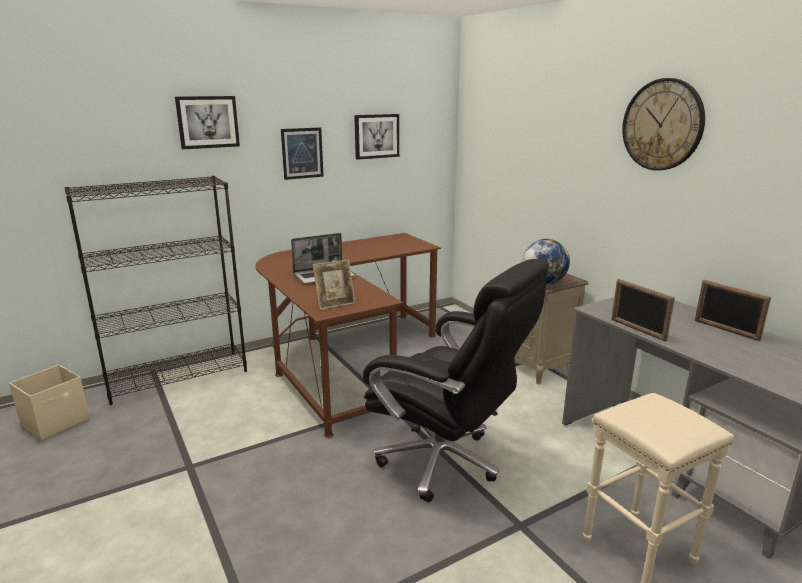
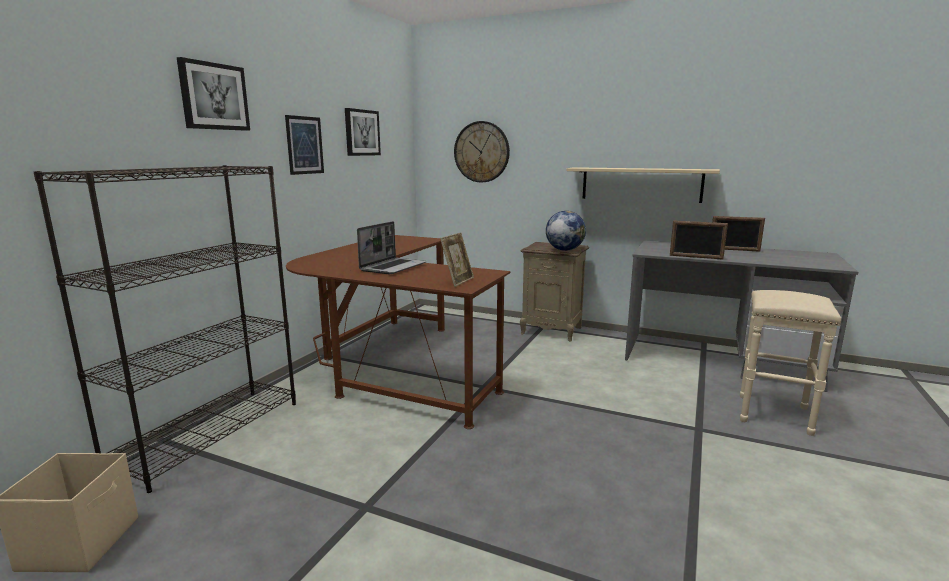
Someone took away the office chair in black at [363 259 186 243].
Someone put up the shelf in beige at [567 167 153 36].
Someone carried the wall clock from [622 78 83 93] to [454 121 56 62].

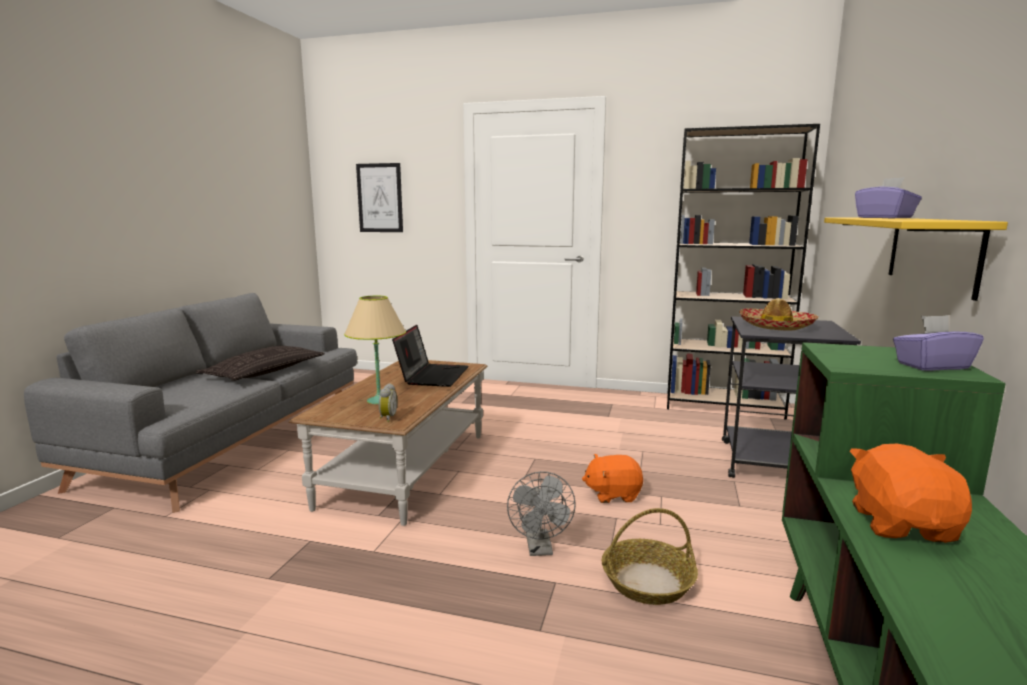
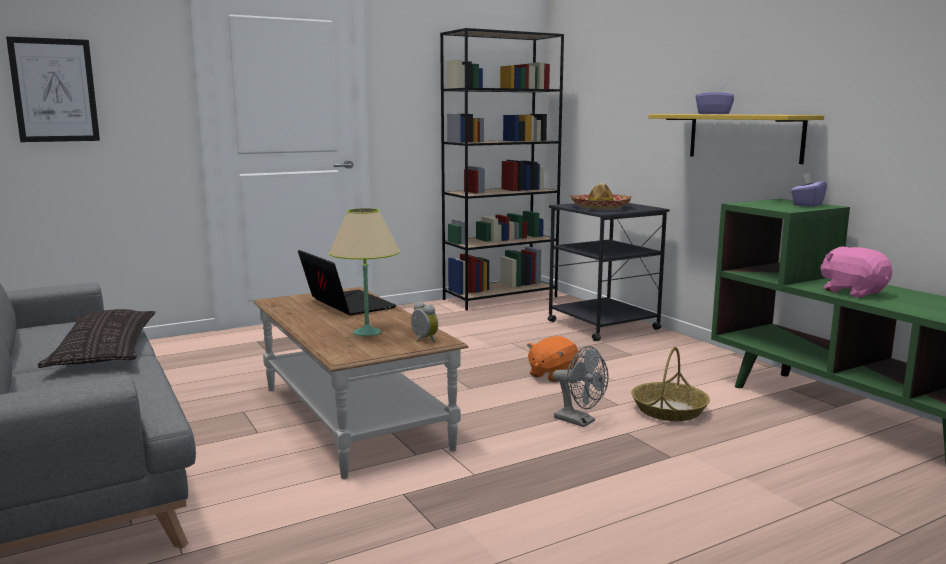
Someone repainted the plush toy in orange at [850 444 122 99], which became the plush toy in pink at [820 247 72 51].

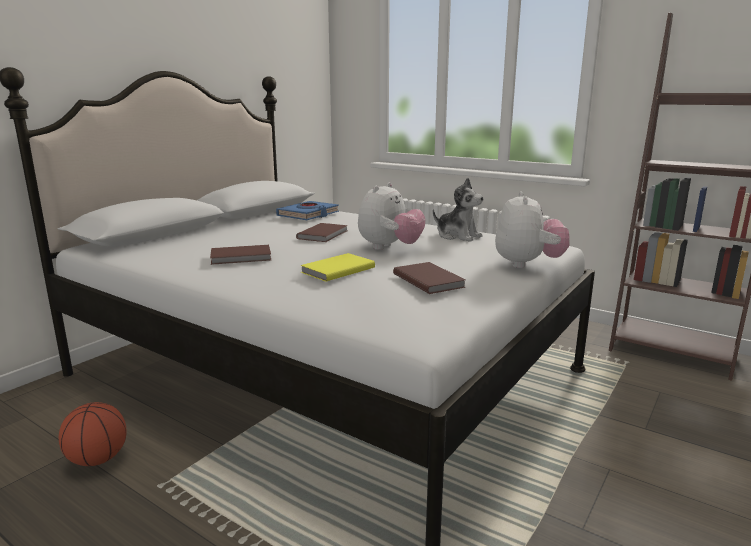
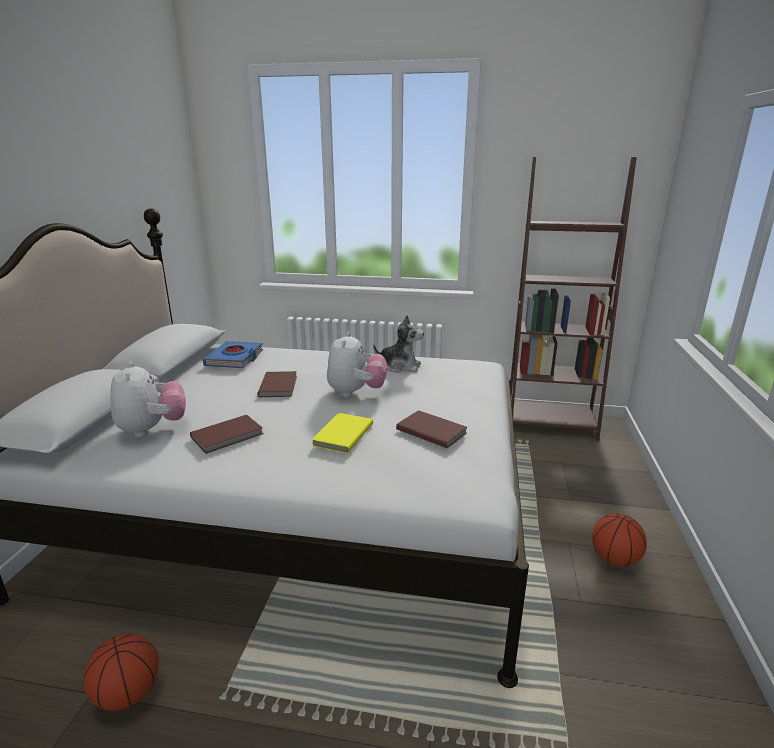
Someone put down the basketball at [592 513 55 54].
Someone carried the plush toy from [495 191 75 77] to [110 361 76 77].

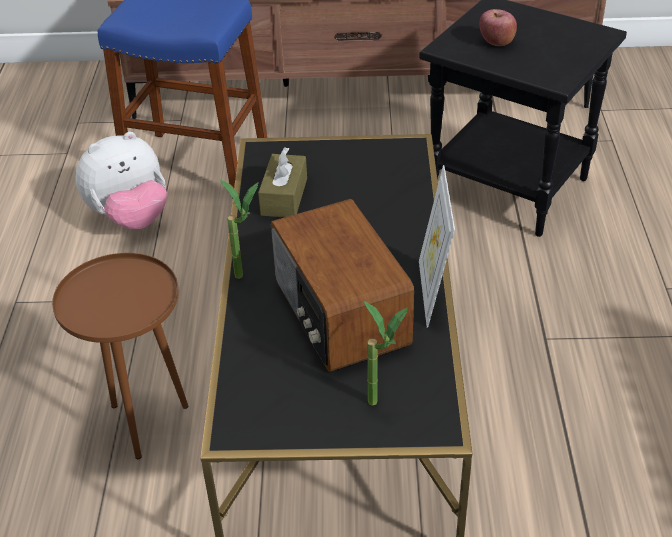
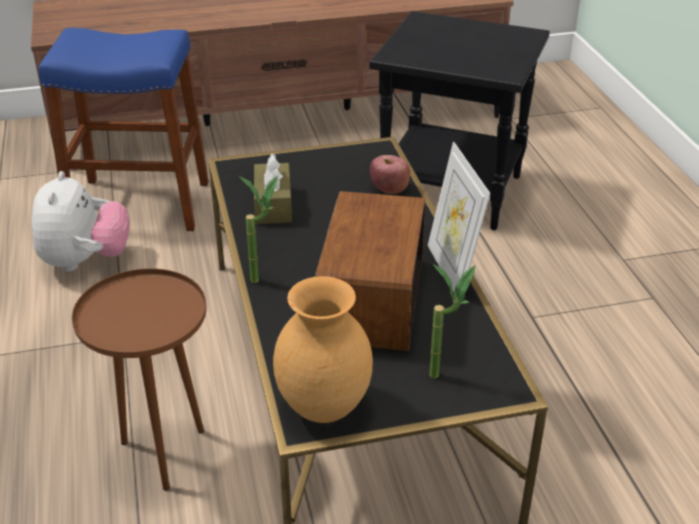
Someone put down the vase in brown at [273 276 100 147].
Someone carried the apple from [479 9 38 37] to [370 155 40 39].
Someone rotated the plush toy at [75 132 92 97] by 45 degrees counterclockwise.
Someone rotated the radio at [271 199 143 173] by 45 degrees clockwise.

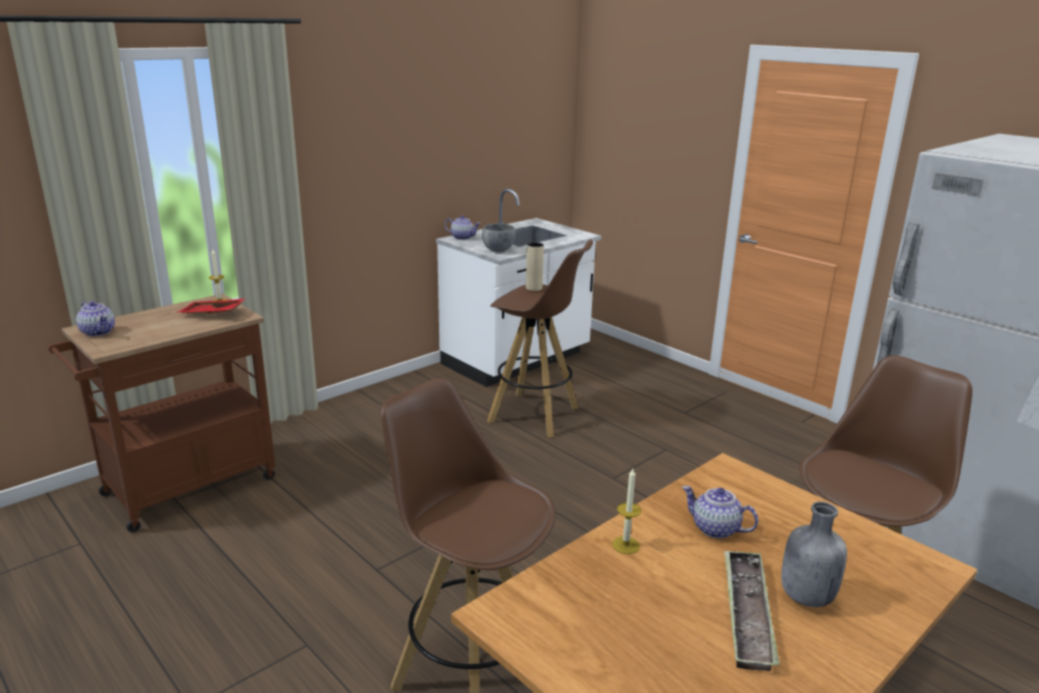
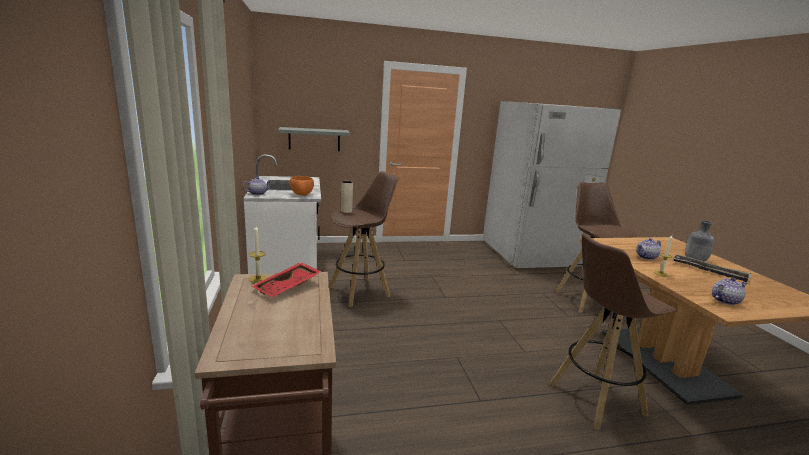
Someone put up the shelf in grey at [278 127 72 24].
Someone carried the teapot from [76 301 39 36] to [712 278 36 27].
Someone repainted the bowl in grey at [482 223 34 29], which became the bowl in orange at [290 176 24 20].

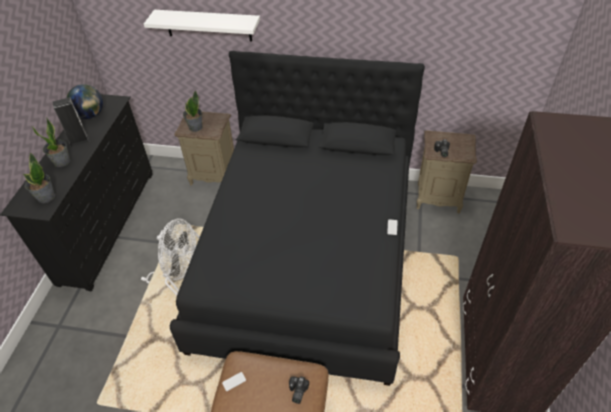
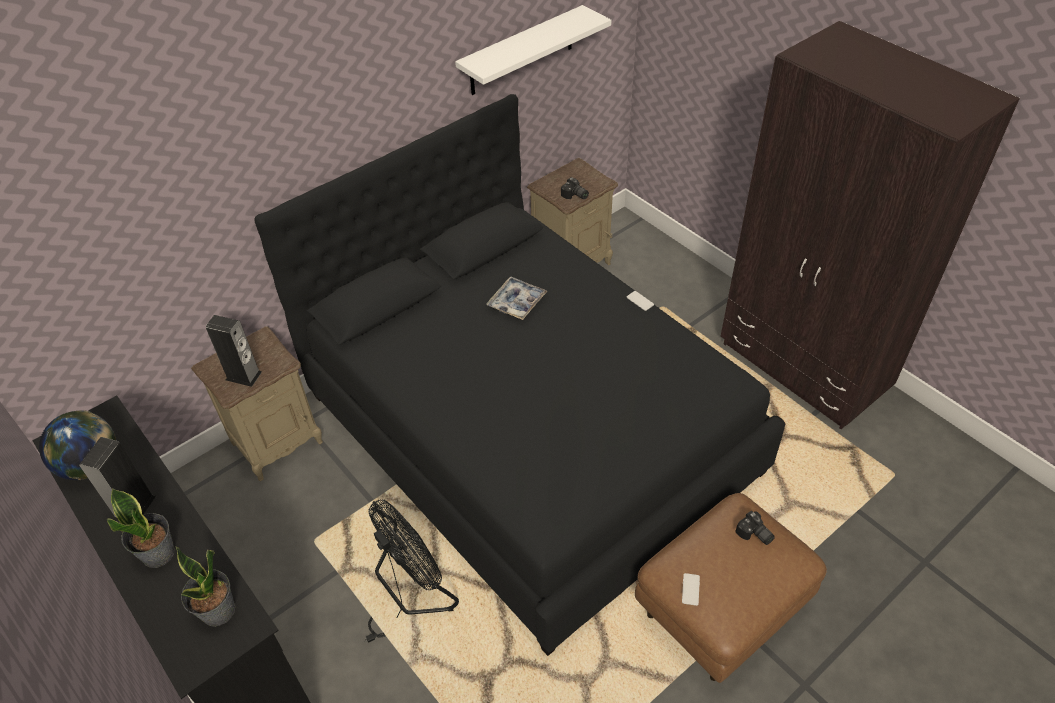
Someone put down the tray at [487 277 61 43].
Someone carried the shelf in white from [144 10 116 32] to [455 5 156 90].
Someone swapped the potted plant at [183 90 20 42] for the speaker at [206 315 56 72].
Someone repainted the fan in white at [141 218 59 78], which became the fan in black at [364 499 95 144].

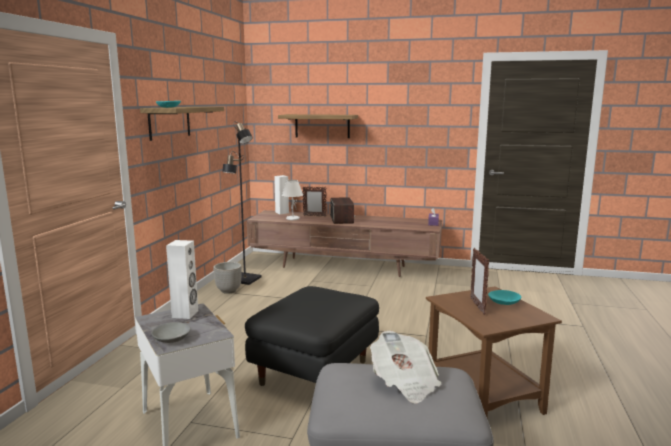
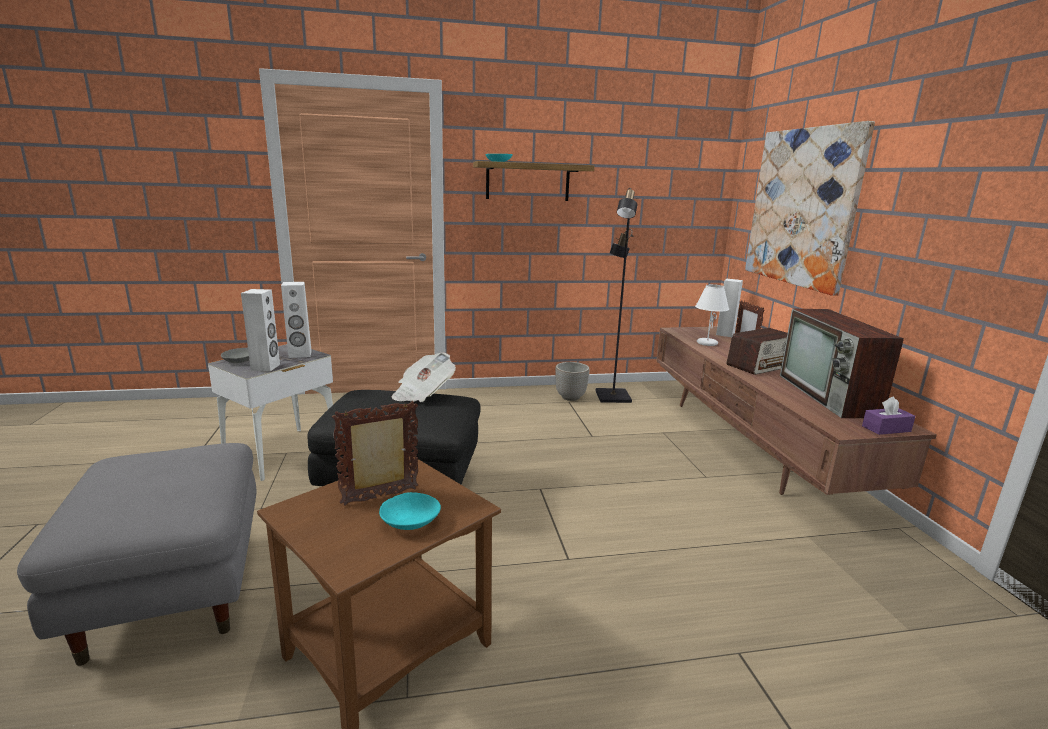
Someone put down the speaker in white at [241 289 39 82].
Someone put down the television at [780 309 124 109].
Someone carried the newspaper from [370 331 71 73] to [392 353 64 49].
Someone swapped the shelf at [278 114 80 24] for the picture at [745 121 130 175].

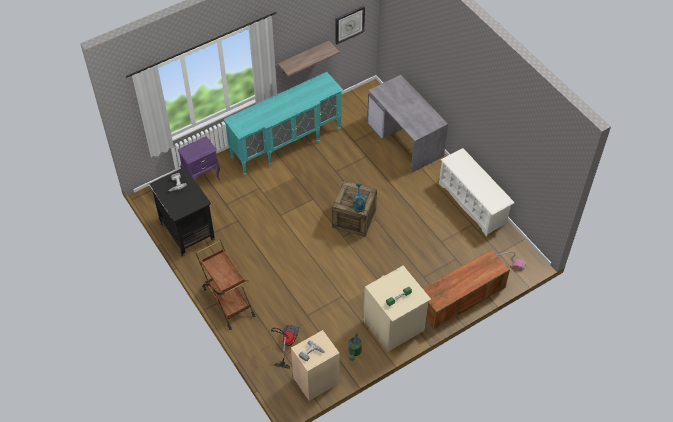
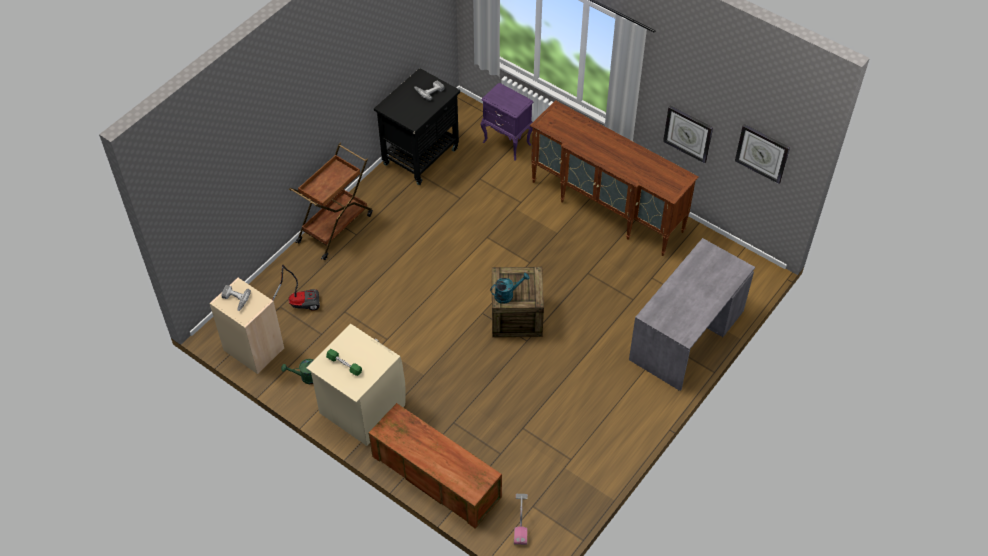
Someone took away the shoe rack in white at [439 148 75 88].
Someone swapped the shelf at [278 41 62 36] for the wall clock at [663 106 50 57].
Someone repainted the cabinet in turquoise at [223 72 121 104], which became the cabinet in brown at [530 100 169 156].

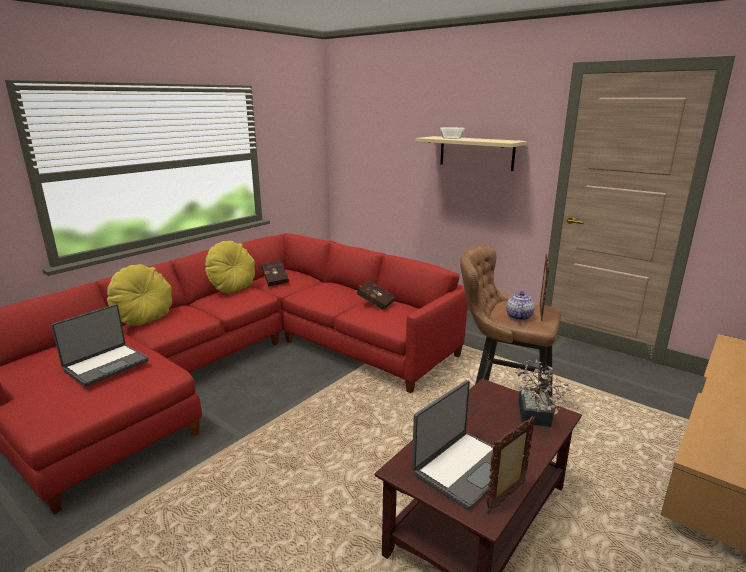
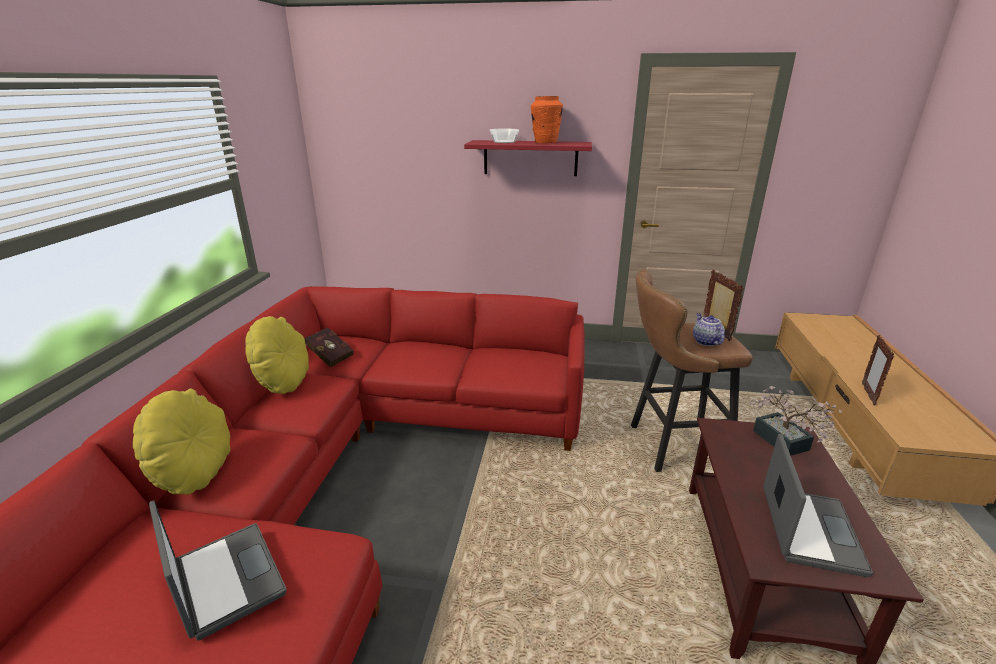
Someone took away the book in red at [357 281 38 29].
Someone put down the vase in orange at [531 96 32 47].
Someone carried the picture frame from [486 416 49 97] to [862 335 32 70].
Someone repainted the shelf in beige at [415 136 112 35], which became the shelf in red at [464 140 128 36].
Someone rotated the laptop at [51 304 98 83] by 45 degrees counterclockwise.

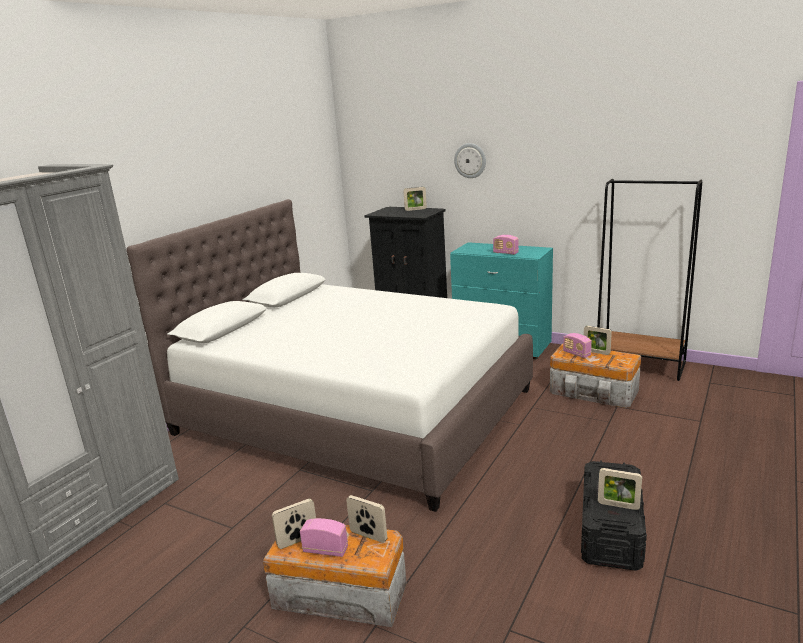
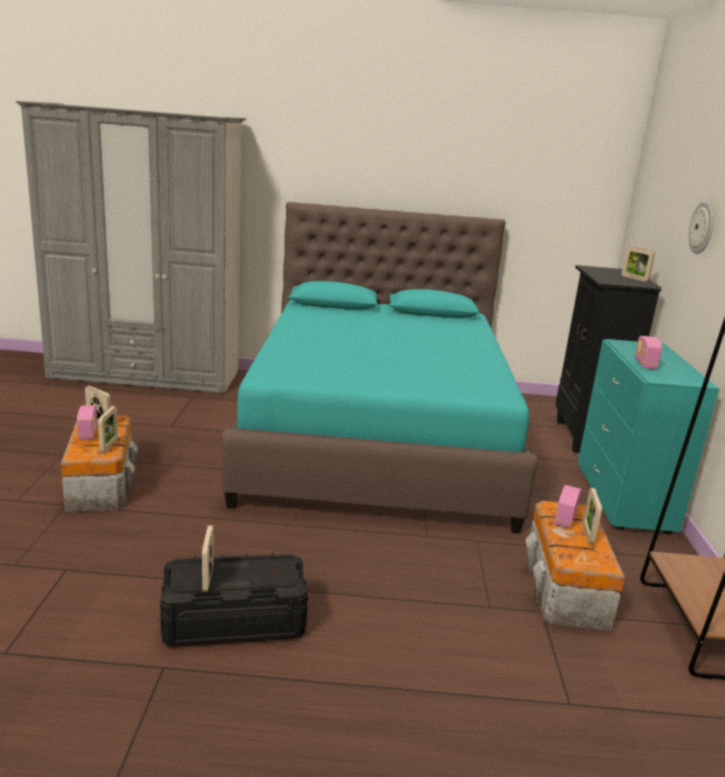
Someone repainted the bed in white at [127 199 406 313], which became the bed in turquoise at [222 202 317 332].

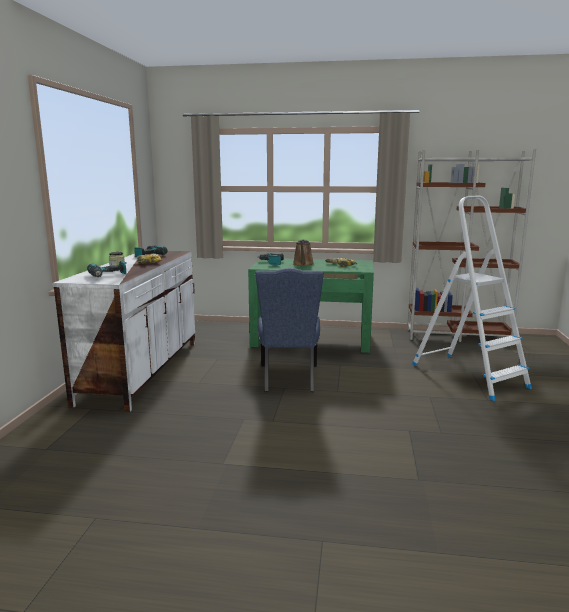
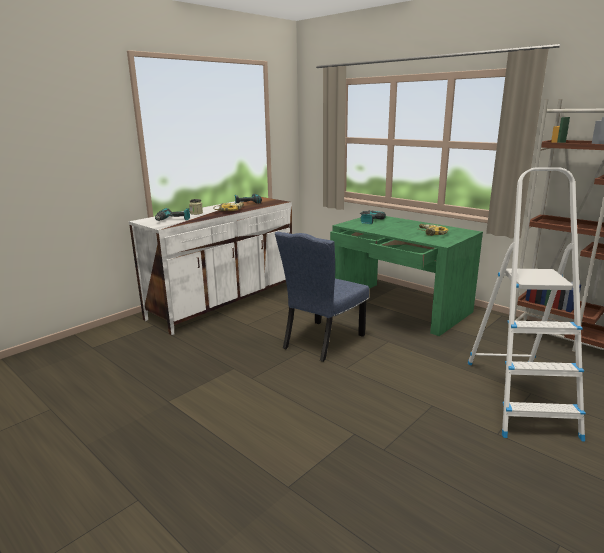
Someone took away the watering can in brown at [293 240 21 26].

